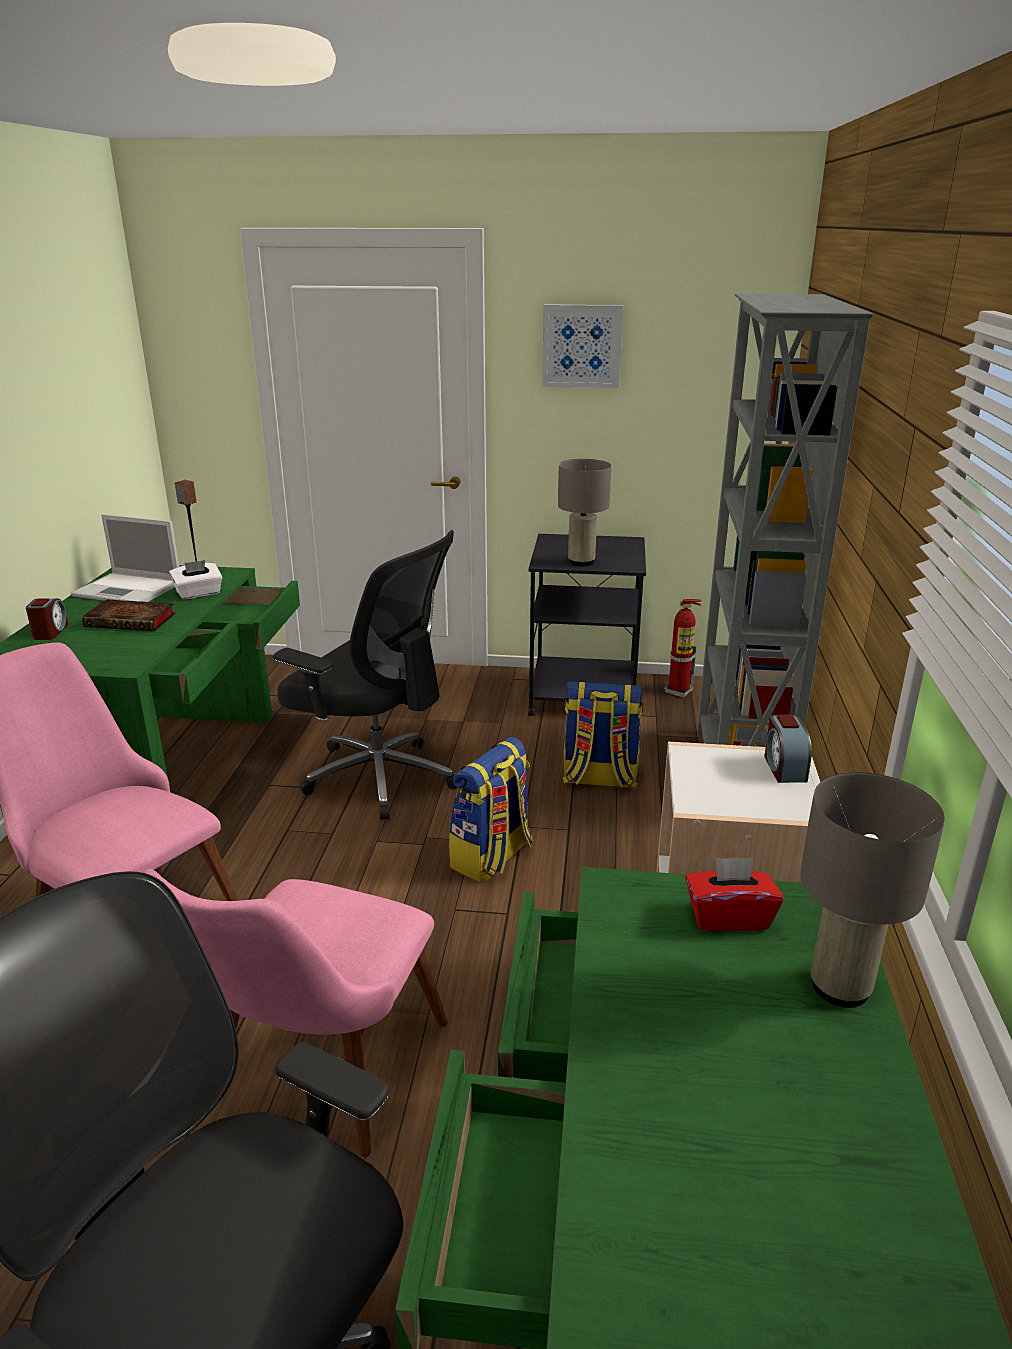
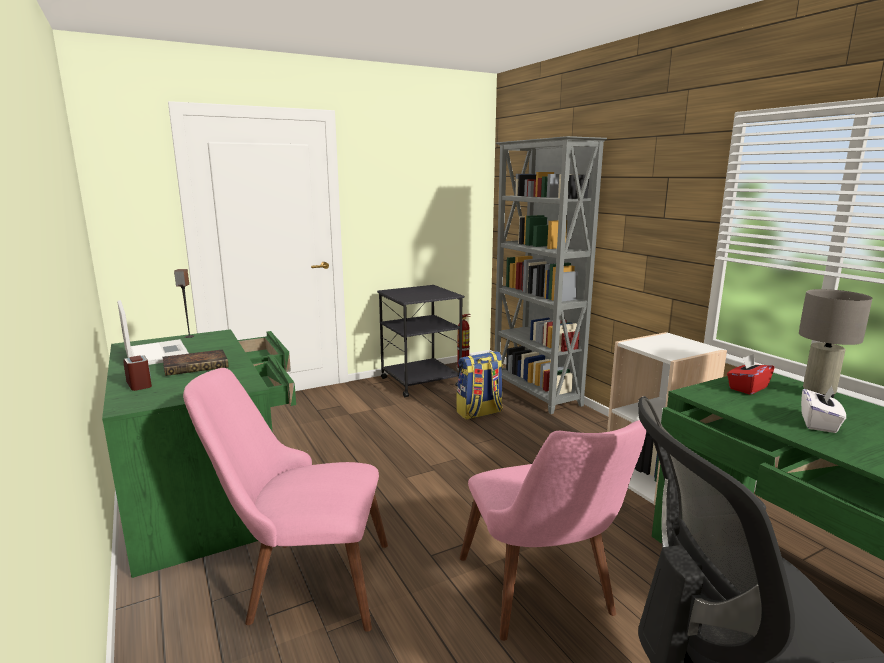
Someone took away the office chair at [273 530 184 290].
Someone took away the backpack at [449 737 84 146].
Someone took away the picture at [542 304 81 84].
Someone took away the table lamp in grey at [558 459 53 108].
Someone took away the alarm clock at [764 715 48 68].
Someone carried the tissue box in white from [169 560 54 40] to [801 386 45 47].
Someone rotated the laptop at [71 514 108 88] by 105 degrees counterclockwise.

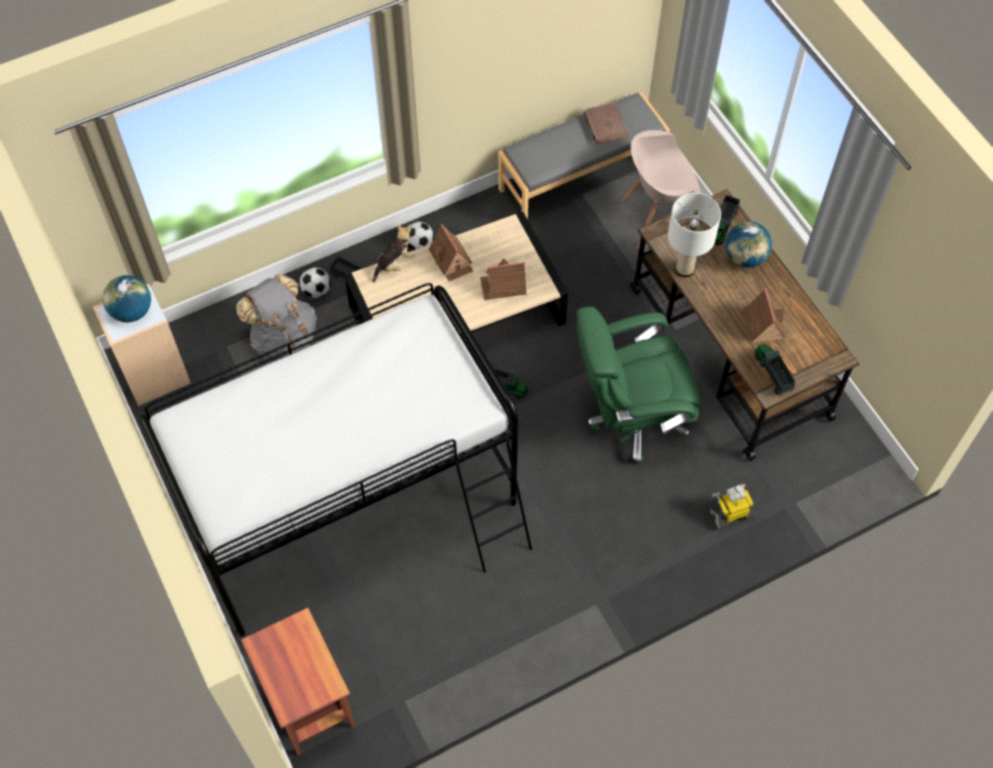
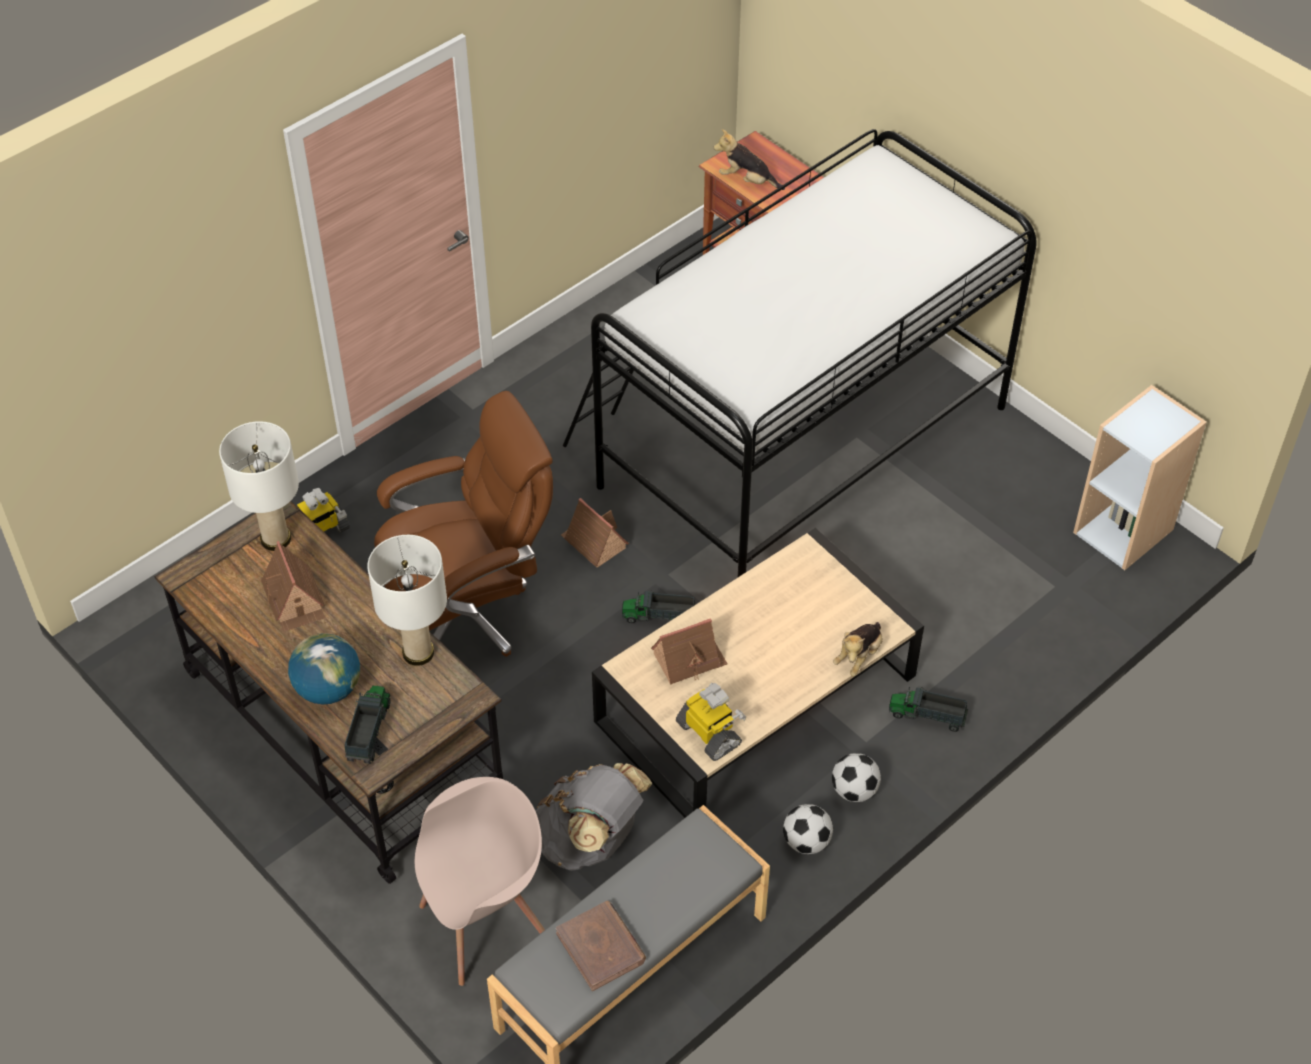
Someone took away the globe at [102 275 49 47].
Someone put down the toy robot at [676 683 70 78].
Someone put down the plush toy at [714 129 71 61].
Someone carried the backpack in grey from [236 274 81 85] to [536 763 117 108].
Someone carried the football from [300 267 31 31] to [783 804 50 50].
Someone carried the toy house from [429 224 44 57] to [561 498 68 70].
Someone swapped the toy truck at [754 344 41 52] for the table lamp in white at [219 421 80 130].
Someone repainted the office chair in green at [577 307 123 156], which became the office chair in brown at [374 391 179 266].

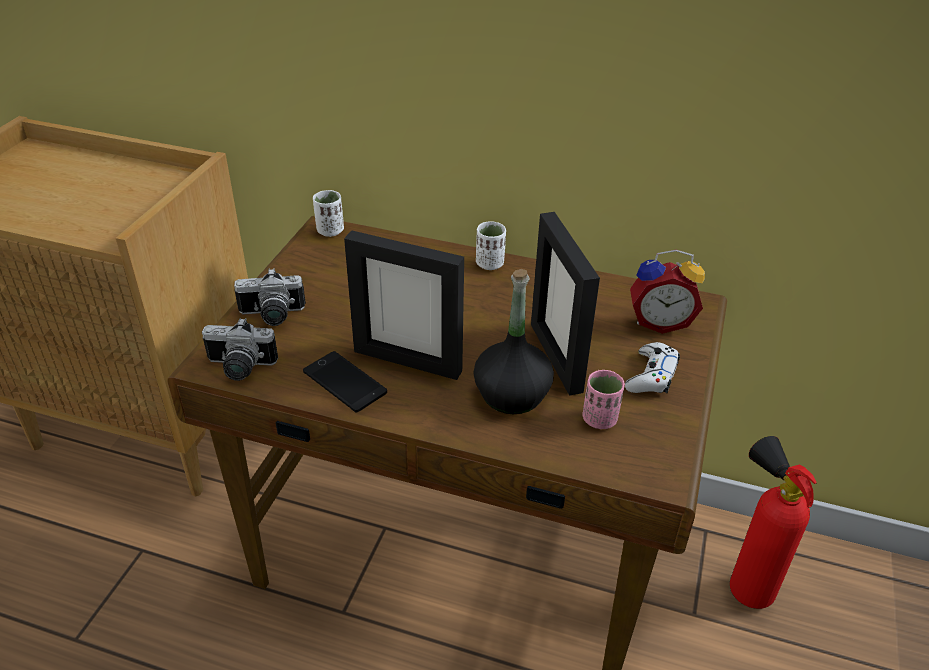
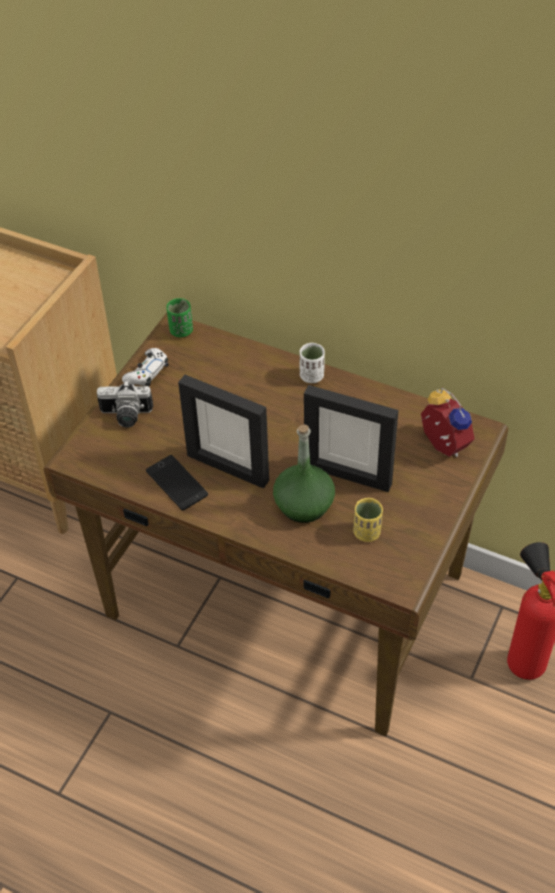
Someone took away the photo camera at [202 318 76 63].
Someone carried the game controller in white from [625 342 55 51] to [122 348 47 38].
Someone repainted the cup in white at [313 190 31 47], which became the cup in green at [166 298 27 39].
Someone repainted the bottle in black at [474 269 80 145], which became the bottle in green at [273 424 62 99].
Someone repainted the cup in pink at [582 370 43 59], which became the cup in yellow at [353 497 30 45].
Someone rotated the picture frame at [531 212 69 184] by 60 degrees counterclockwise.
Someone rotated the alarm clock at [630 250 75 84] by 135 degrees counterclockwise.

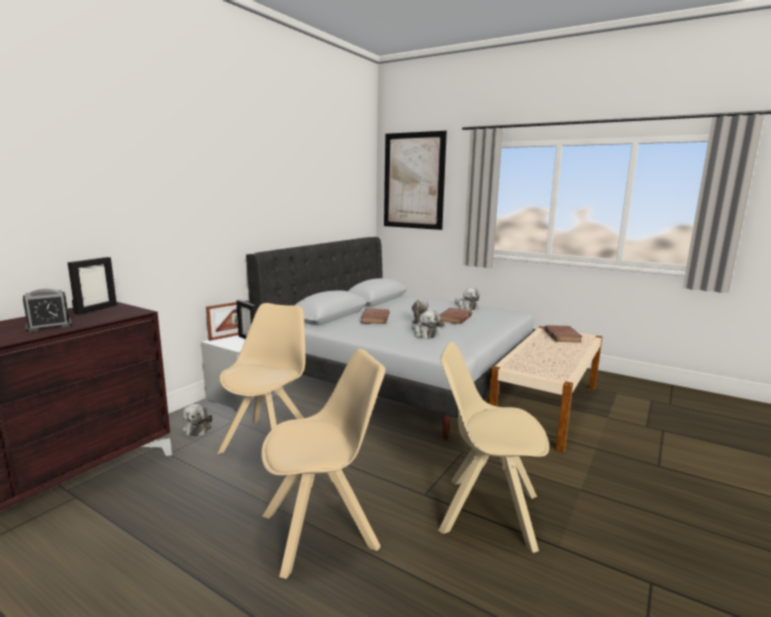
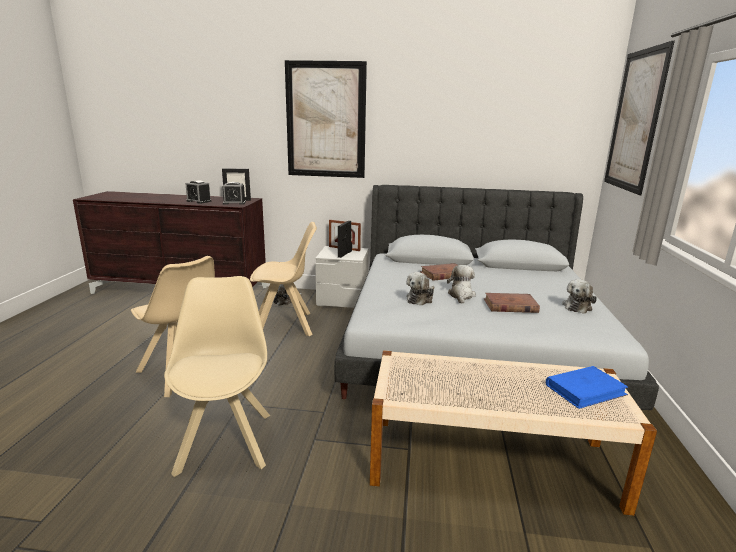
Someone put down the alarm clock at [223 182 23 23].
Someone put up the picture at [285 60 82 118].
Someone repainted the book in brown at [544 325 39 18], which became the book in blue at [546 366 82 43].

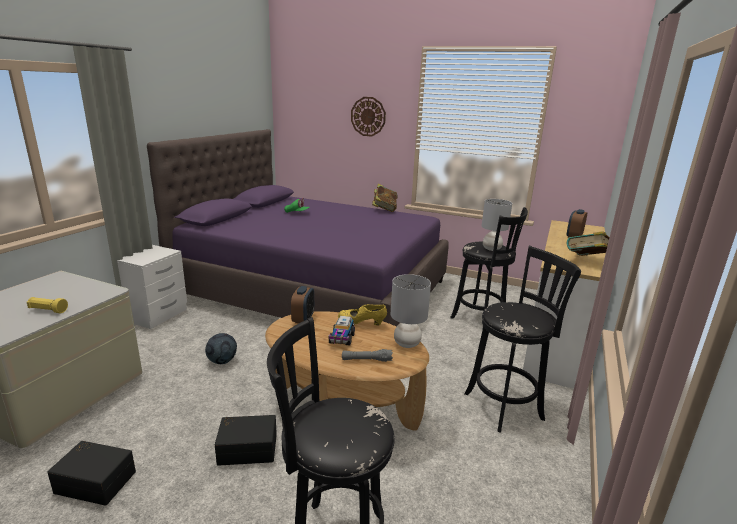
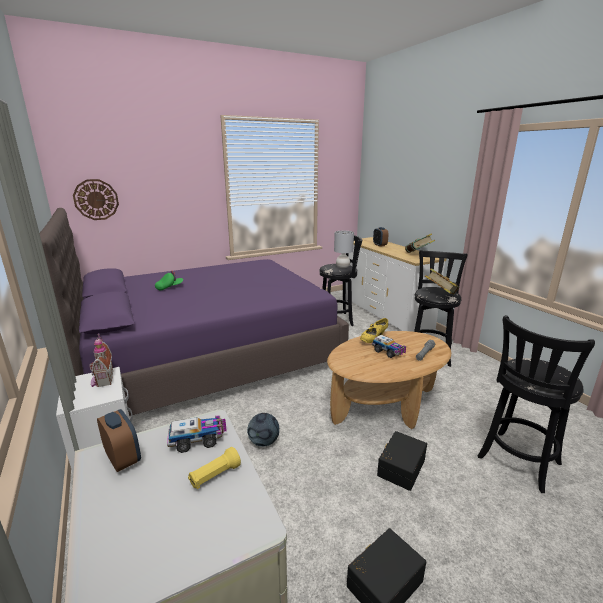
Someone took away the table lamp in grey at [391 274 40 74].
Someone put down the toy house at [90 333 23 54].
Someone put down the toy truck at [167 415 60 38].
Someone carried the alarm clock from [291 286 23 38] to [97 409 44 63].
Someone carried the wall clock from [351 97 35 40] to [73 179 46 41].
Someone carried the book from [372 184 25 28] to [425 268 34 26].

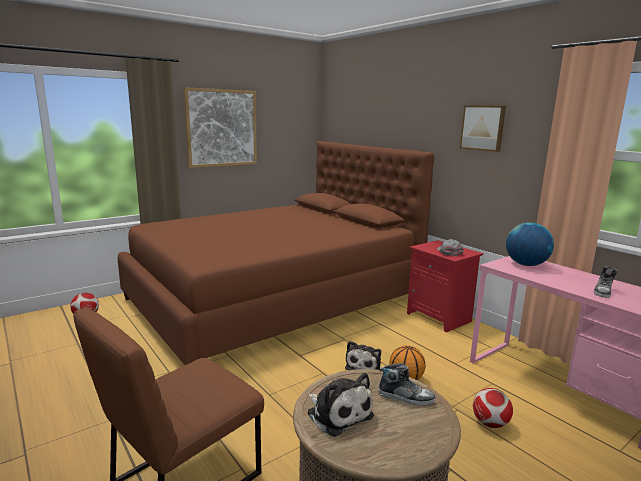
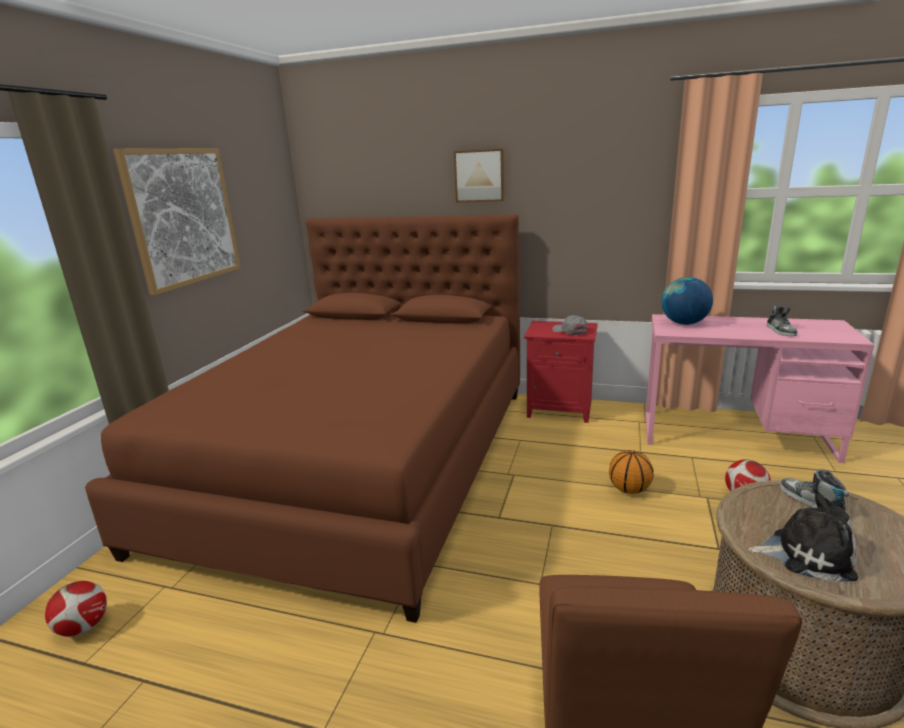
Someone took away the plush toy at [345 341 36 29].
Someone carried the picture from [460 106 46 46] to [454 149 50 53].
Someone rotated the shoe at [379 363 56 43] by 90 degrees counterclockwise.

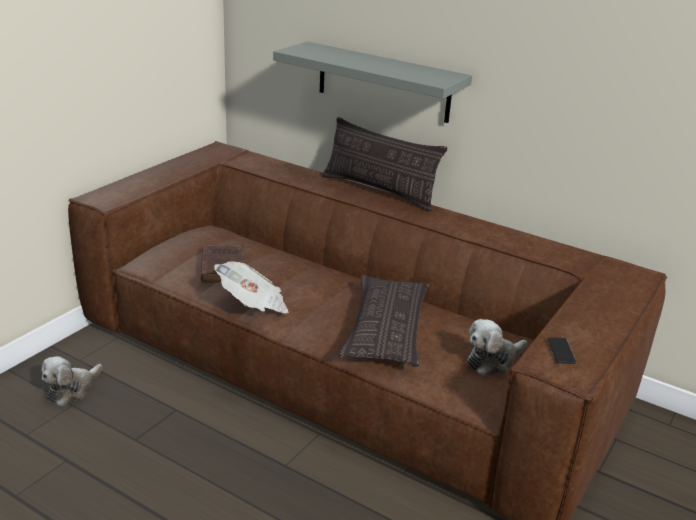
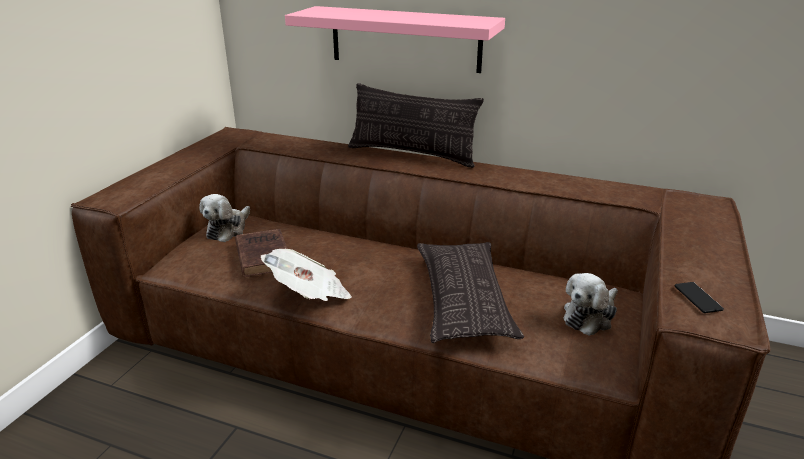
Someone carried the plush toy from [41 356 61 50] to [199 194 51 48].
Someone repainted the shelf in grey at [273 41 199 82], which became the shelf in pink at [285 6 220 67].

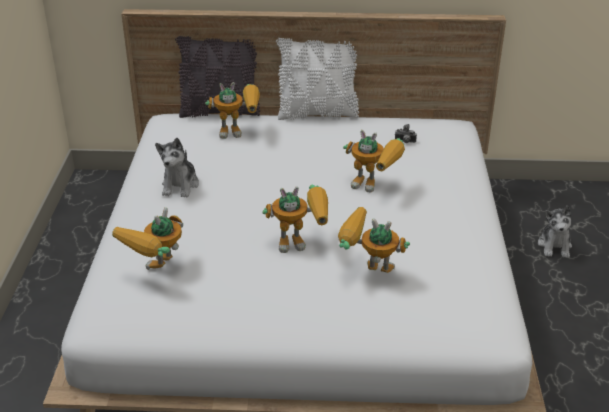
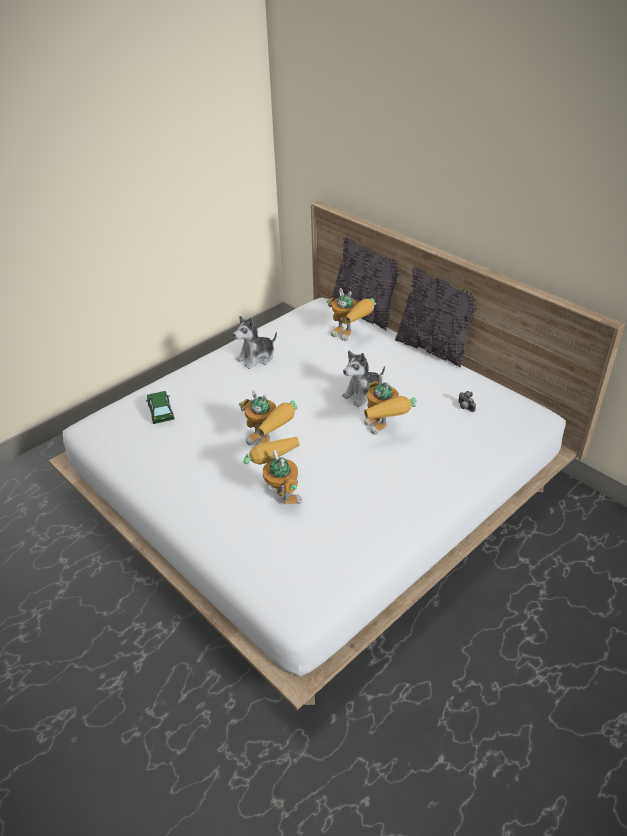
Someone carried the plush toy from [538 206 34 52] to [342 351 43 56].
Someone swapped the toy robot at [112 207 71 63] for the toy car at [146 391 28 33].
Someone repainted the pillow in white at [276 38 83 82], which became the pillow in black at [395 267 82 100].

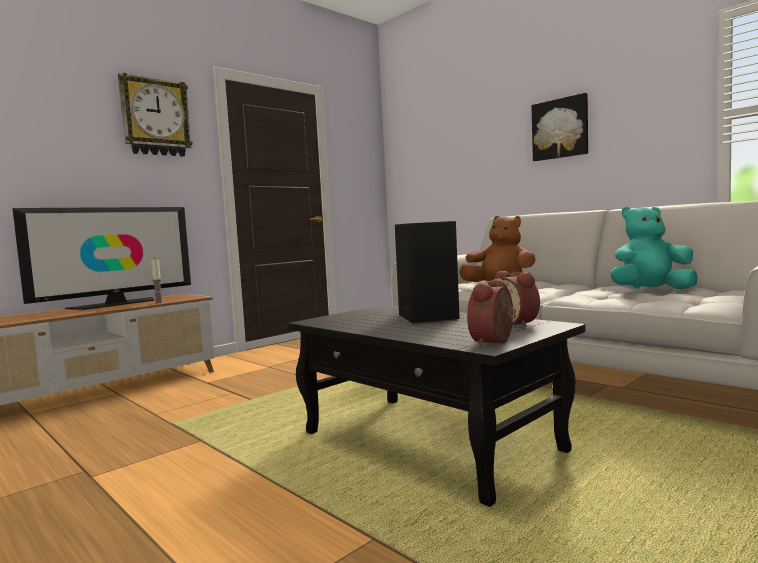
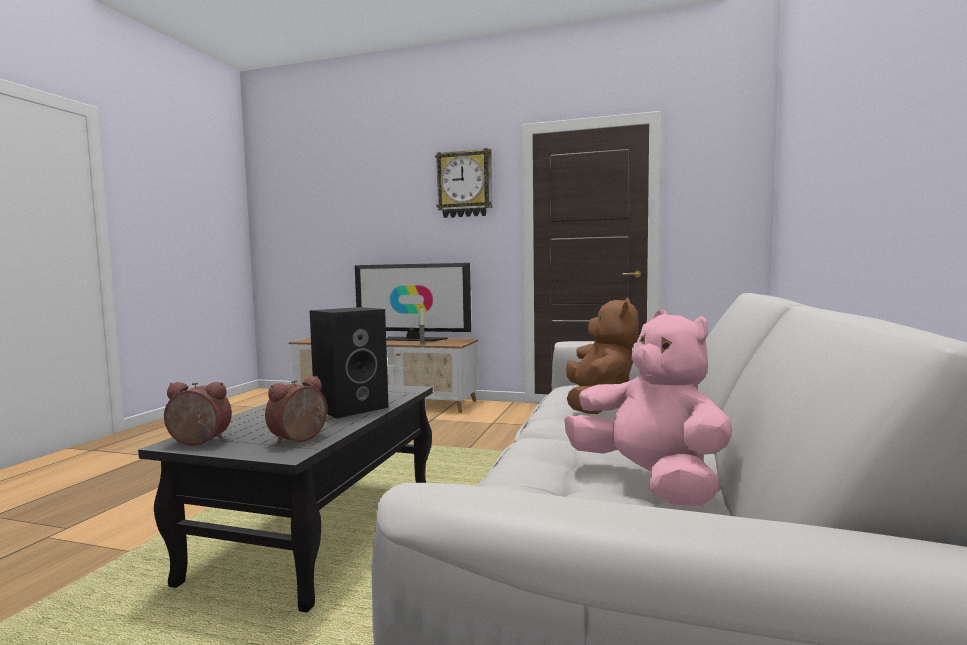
Someone took away the picture at [531 93 57 68].
Someone repainted the plush toy in turquoise at [611 207 86 83], which became the plush toy in pink at [564 310 168 197].

